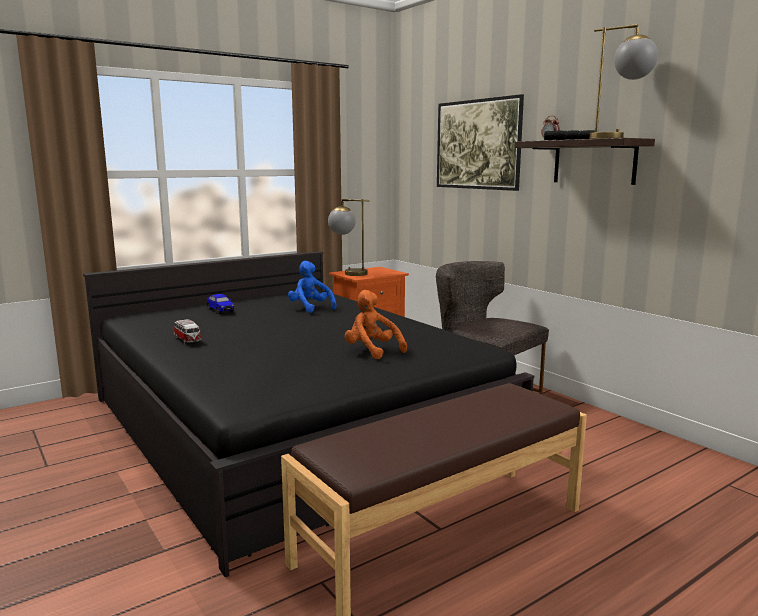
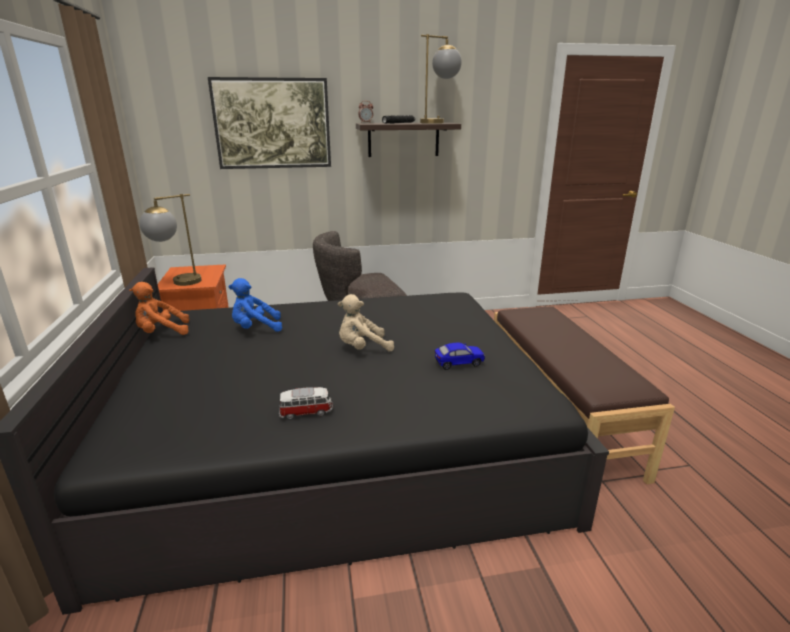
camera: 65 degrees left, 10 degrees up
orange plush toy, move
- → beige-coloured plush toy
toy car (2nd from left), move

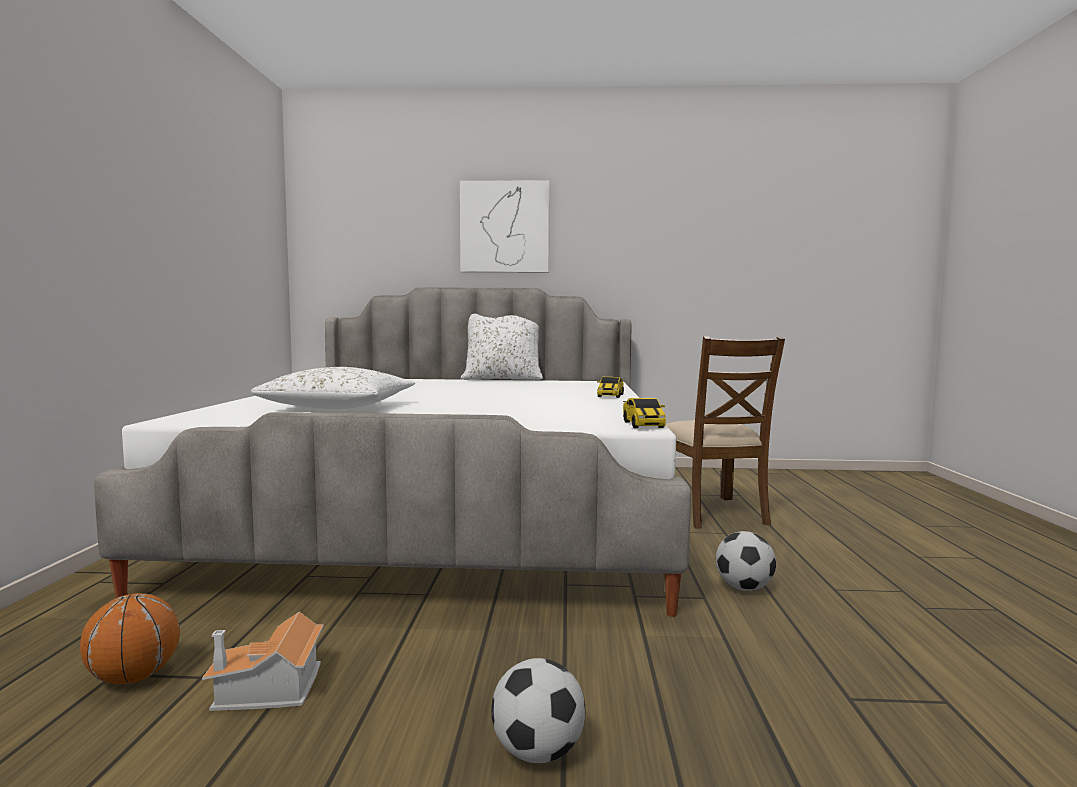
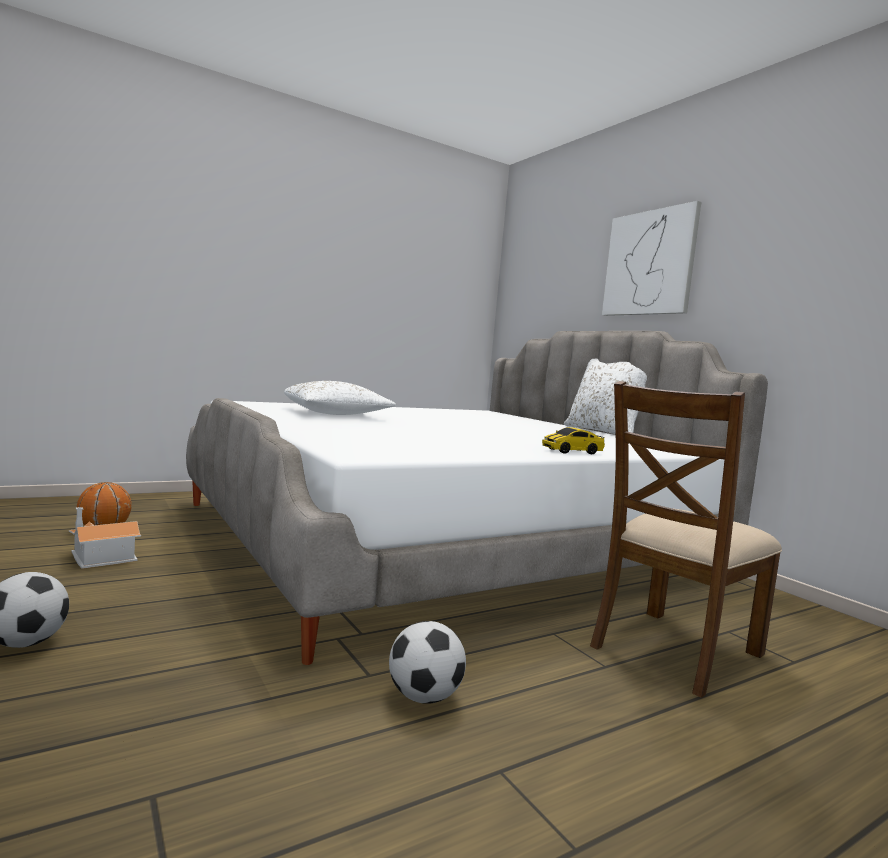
camera: 55 degrees right, 0 degrees up
toy car (2nd from left) → -

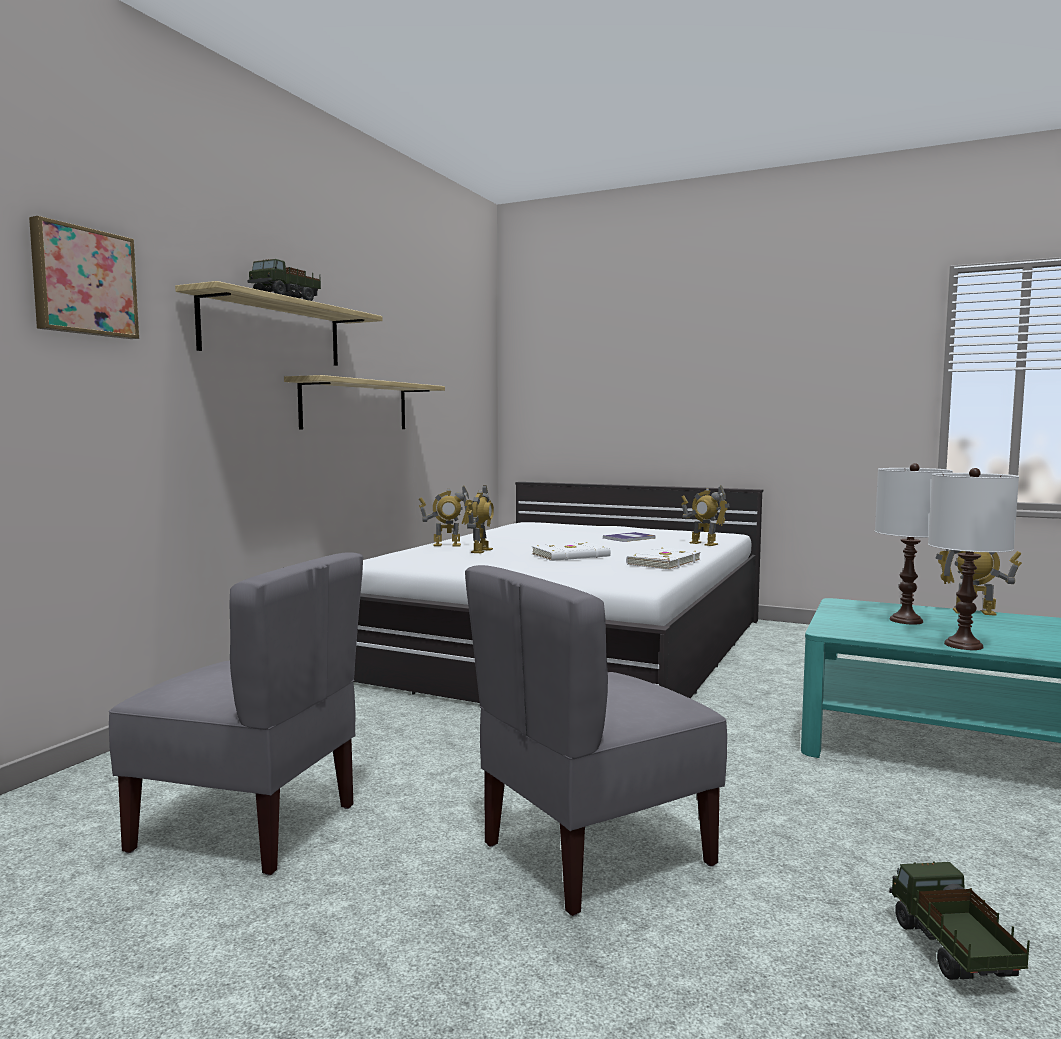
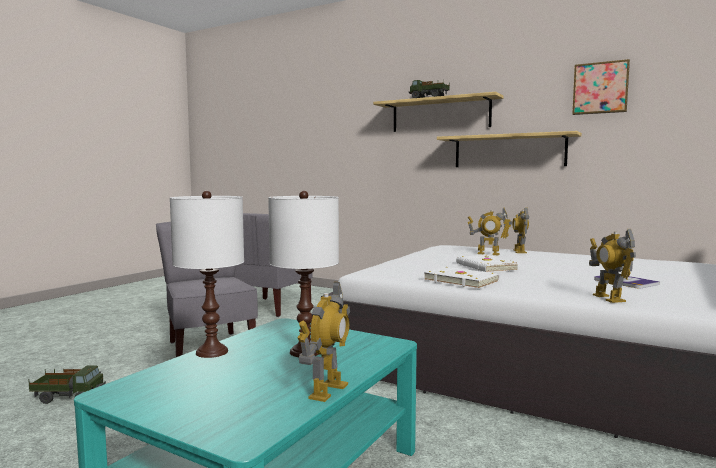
camera: 95 degrees right, 0 degrees up
wall picture, move
robot figure (3rd from left in the first image) → robot figure (4th from left), 60 degrees counterclockwise

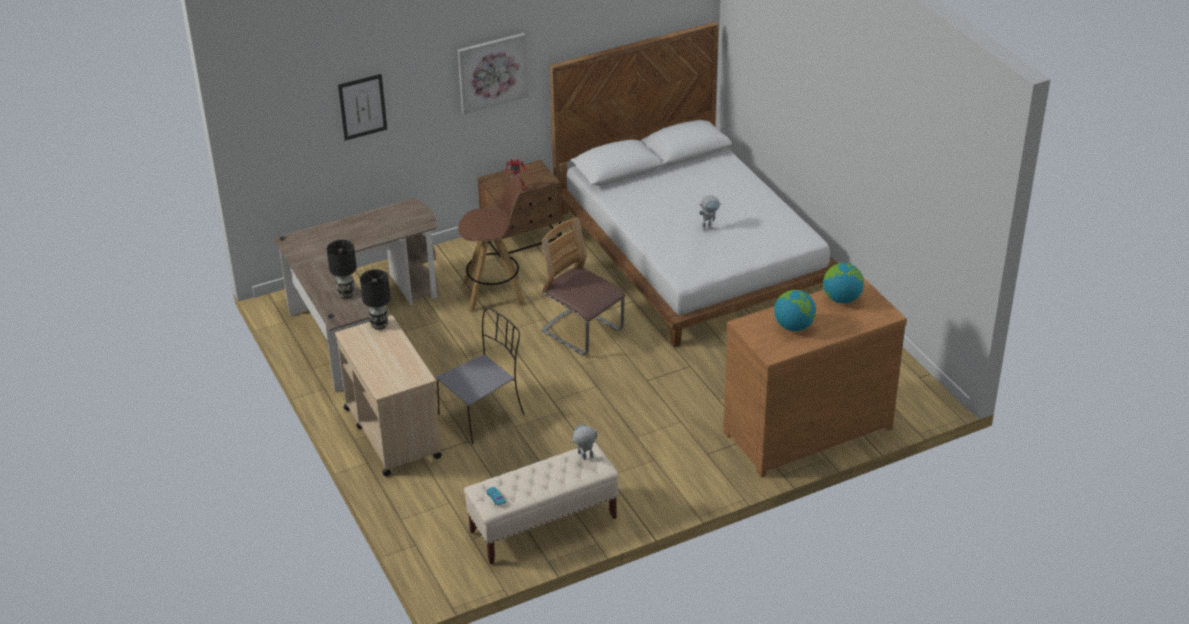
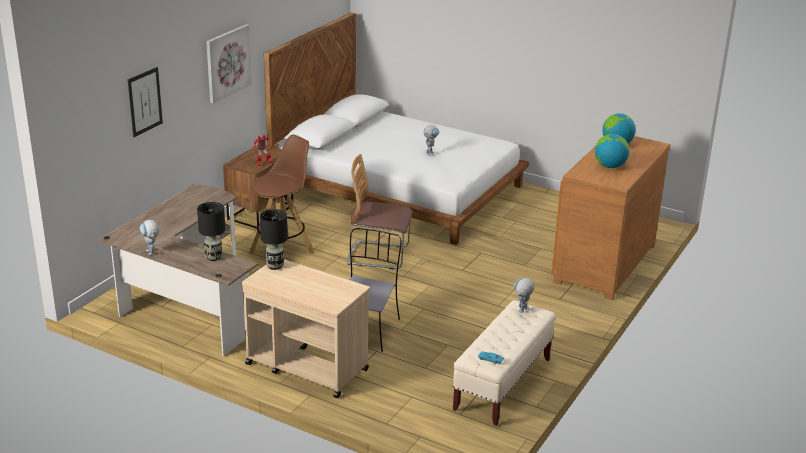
camera: 35 degrees left, 10 degrees down
- → robot figure (1st from left)

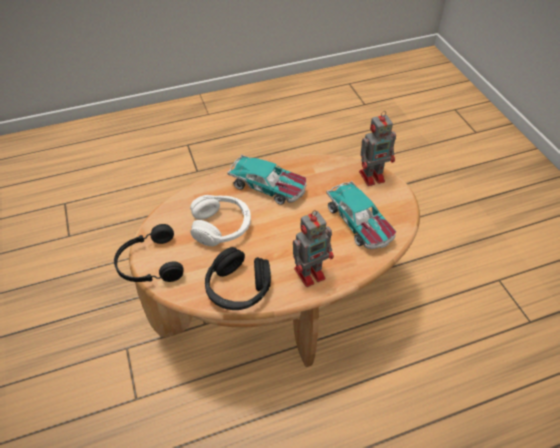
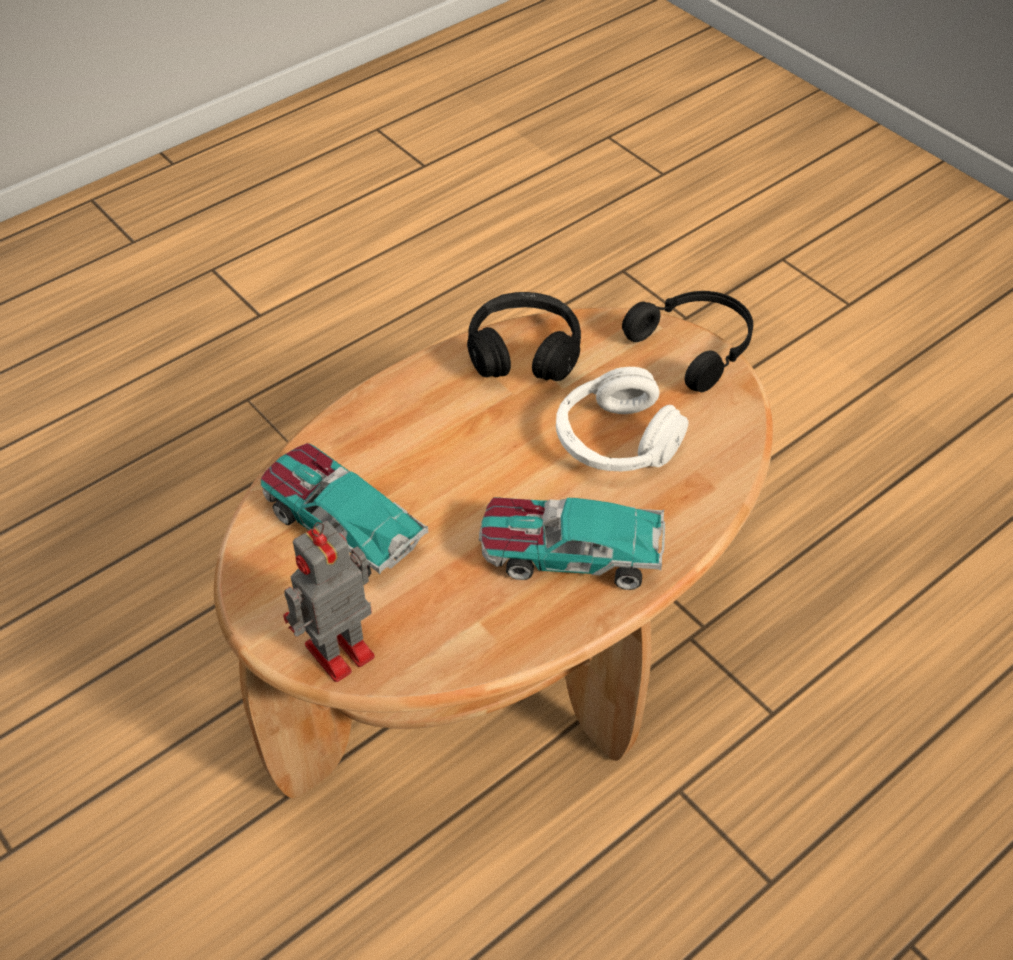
camera: 160 degrees right, 0 degrees up
robot figure (1st from left) → -

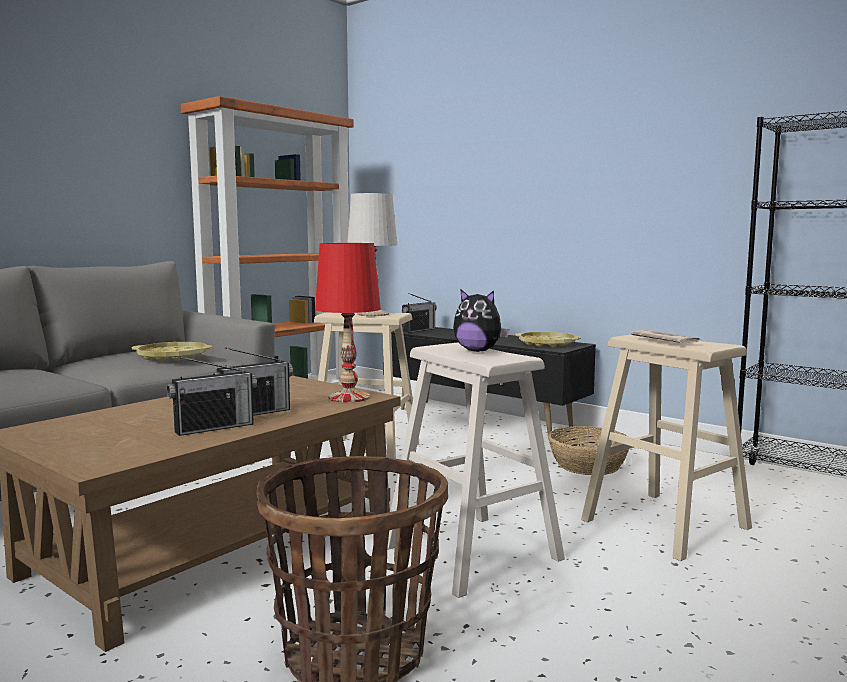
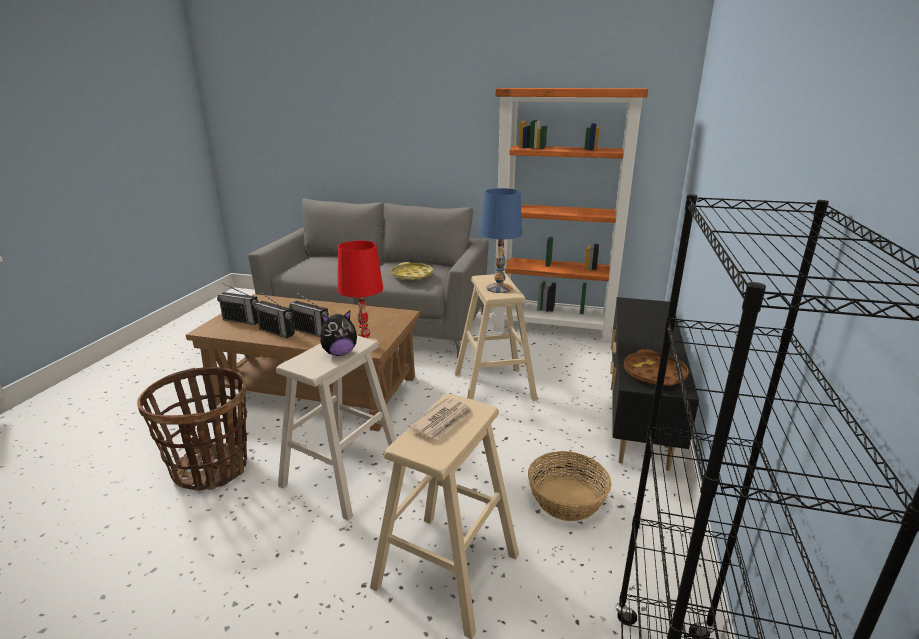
camera: 65 degrees right, 15 degrees up
radio receiver (3rd from left in the first image) → radio receiver (1st from left), move
plush toy, 120 degrees counterclockwise
white-coloured table lamp → blue table lamp
yellow tray (2nd from left) → brownish tray

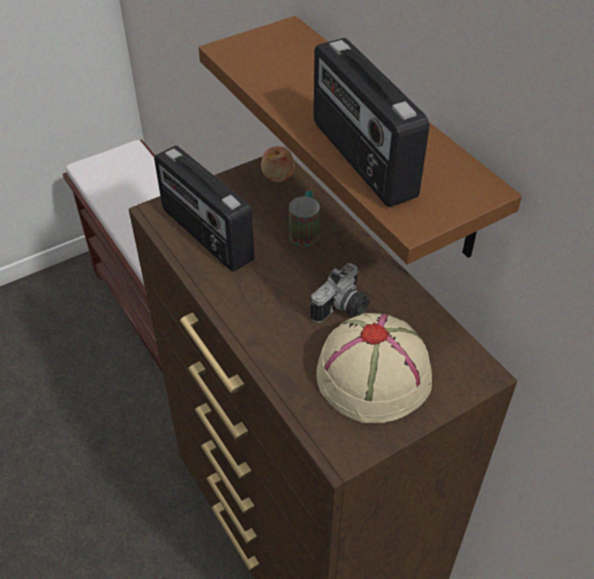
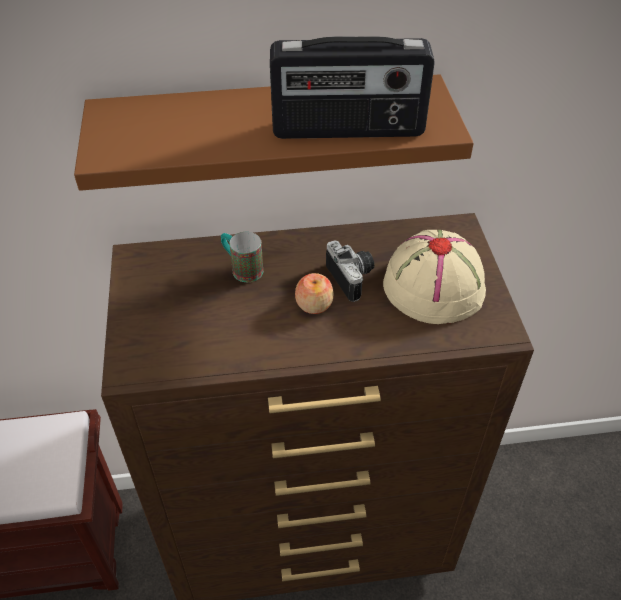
camera: 65 degrees left, 0 degrees up
apple, move
radio receiver (1st from left) → -

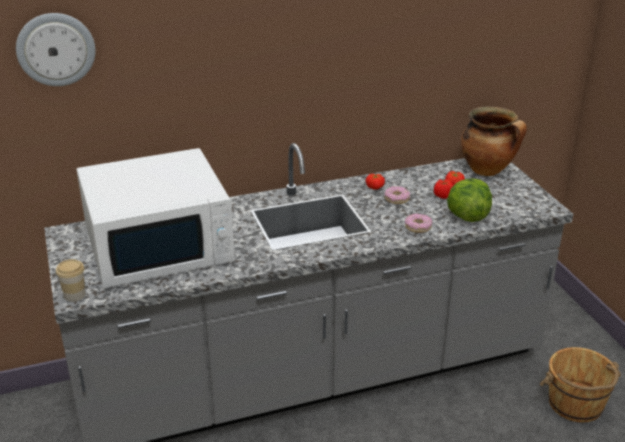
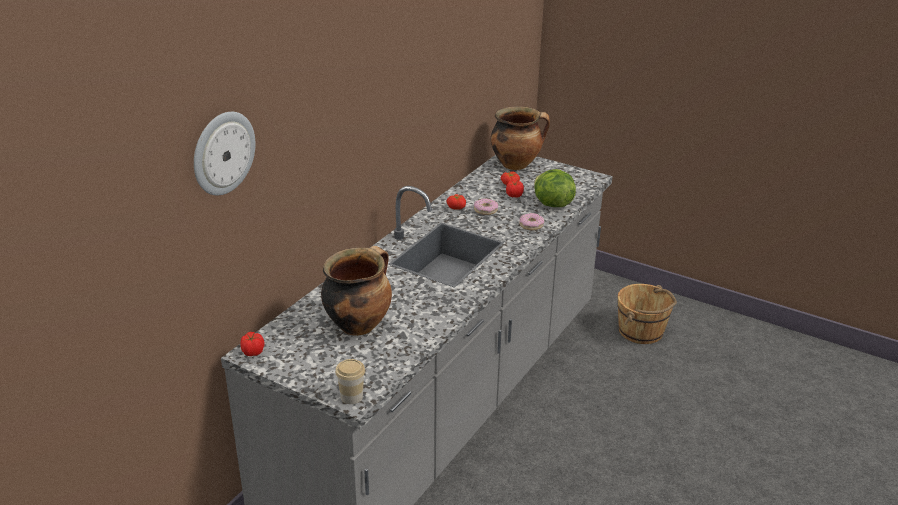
camera: 40 degrees left, 0 degrees up
- → tomato (1st from left)
white-coloured kitchen microwave → cooking pot (1st from left)

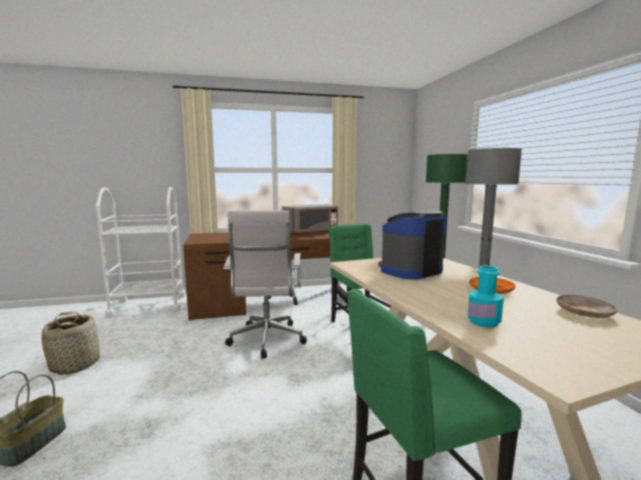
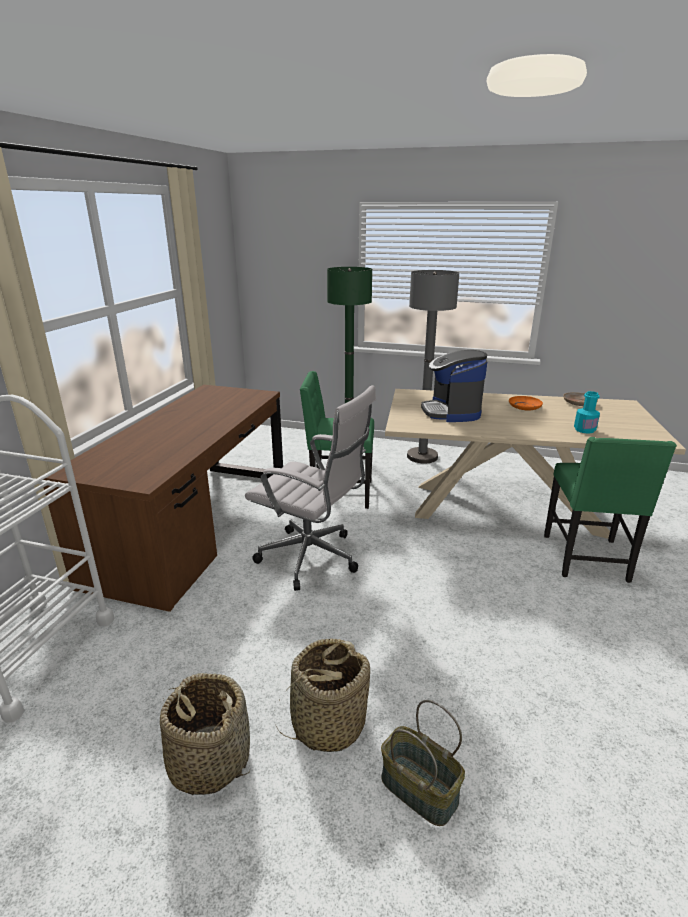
camera: 60 degrees left, 15 degrees up
- → basket (2nd from left)
grey kitchen microwave → -

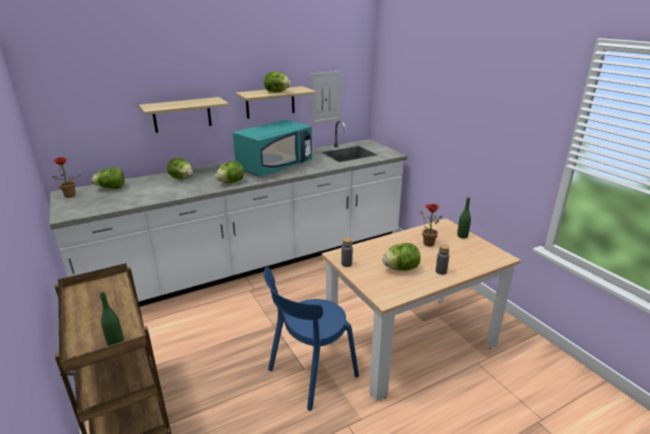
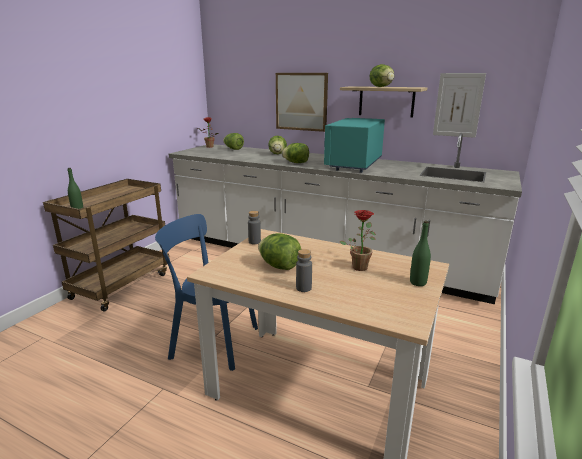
camera: 55 degrees right, 5 degrees down
shelf (1st from left) → wall picture (1st from left)
turquoise-coloured kitchen microwave, 105 degrees clockwise

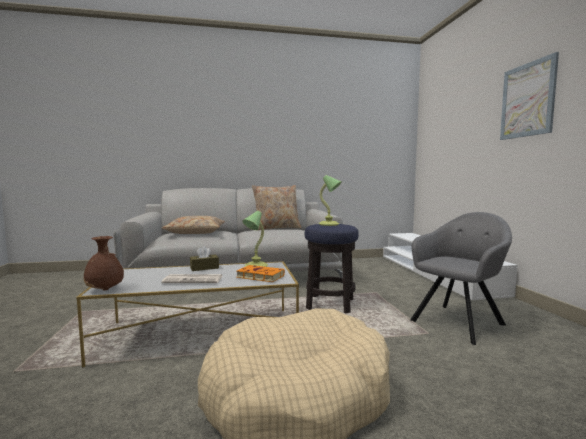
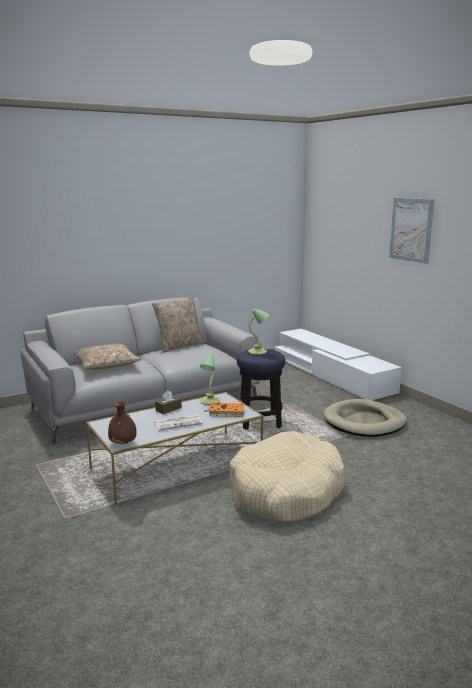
camera: 20 degrees left, 10 degrees up
grey lounge chair → beige-coloured dog cushion (2nd from left)

